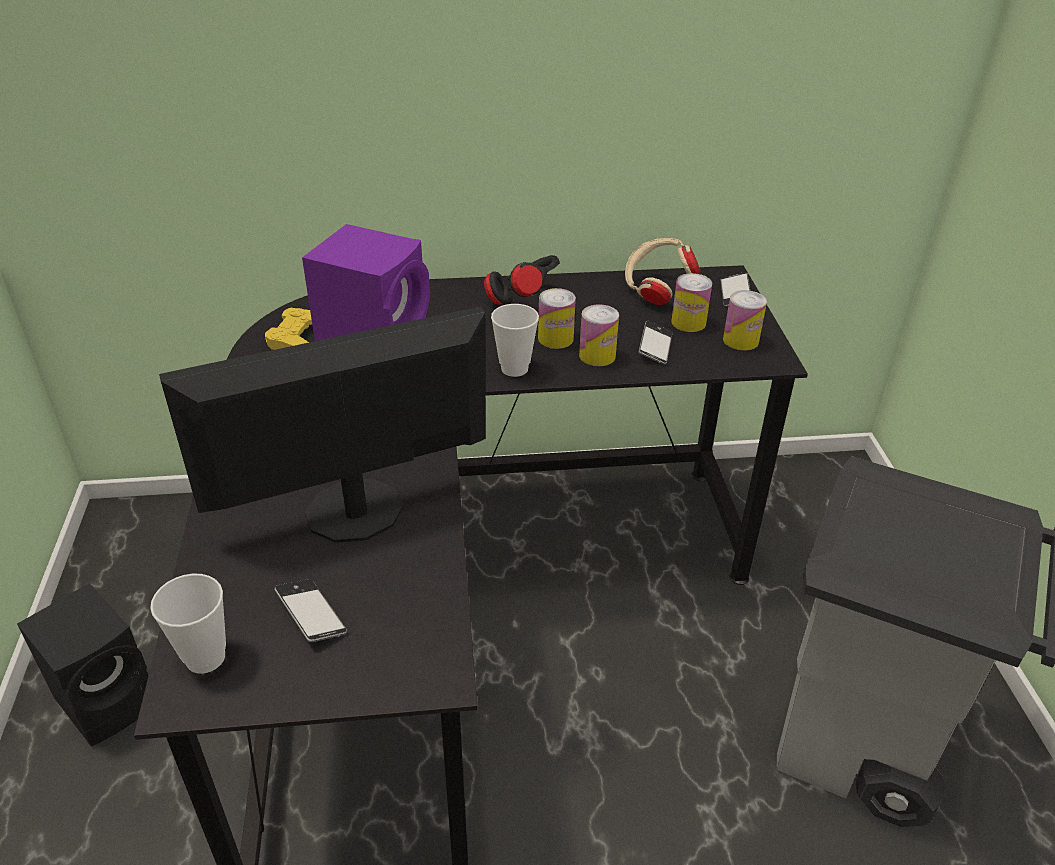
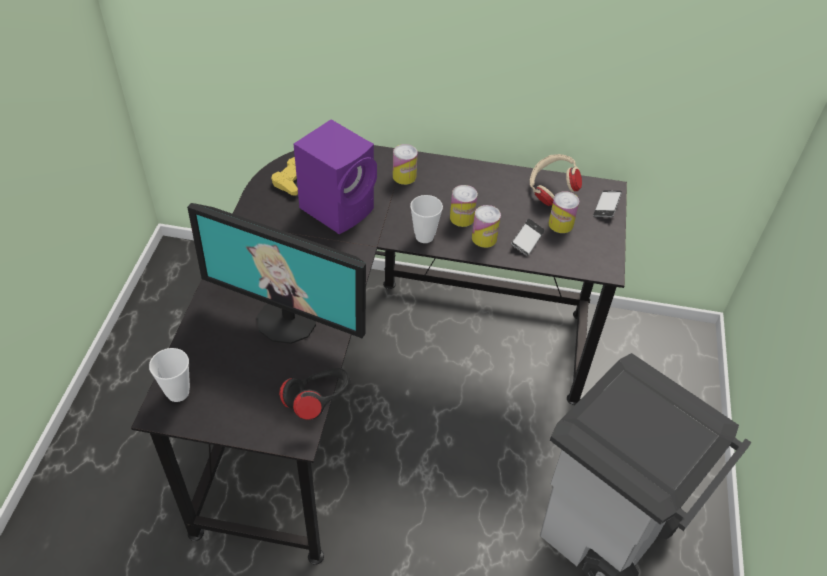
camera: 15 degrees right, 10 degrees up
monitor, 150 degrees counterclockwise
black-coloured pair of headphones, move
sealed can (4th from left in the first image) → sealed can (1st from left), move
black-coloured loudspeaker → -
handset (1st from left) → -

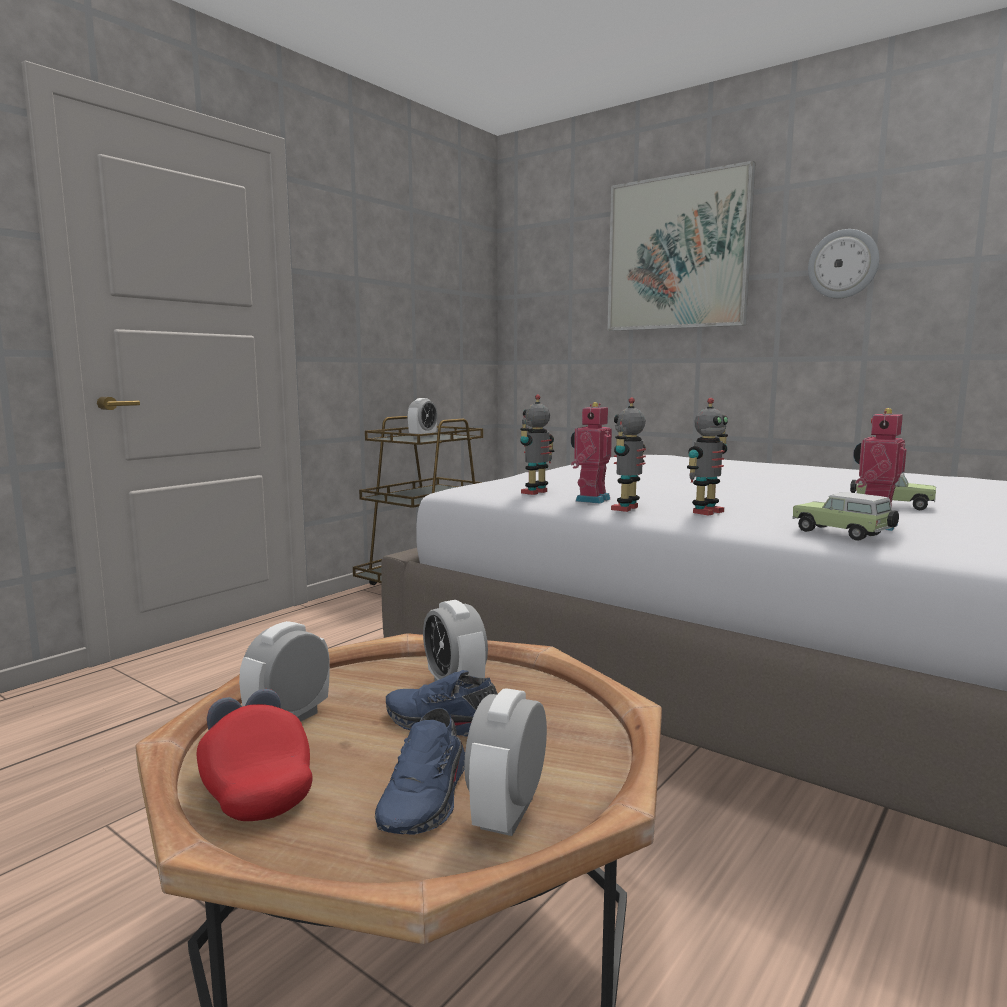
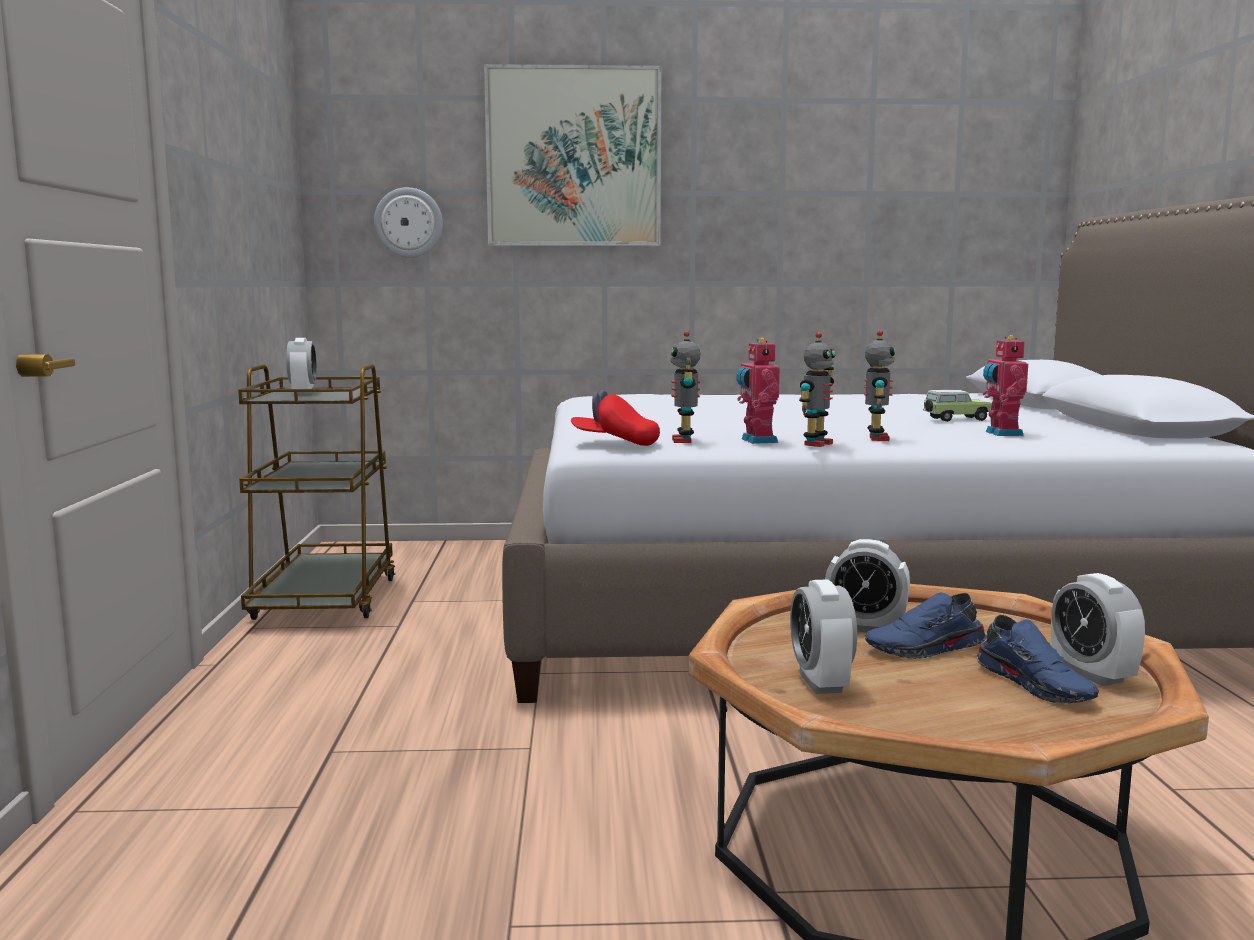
camera: 40 degrees left, 0 degrees up
clock on the wall, move
red-coloured cap, move
robot figure (3rd from left), 135 degrees counterclockwise
toy car (1st from left) → -

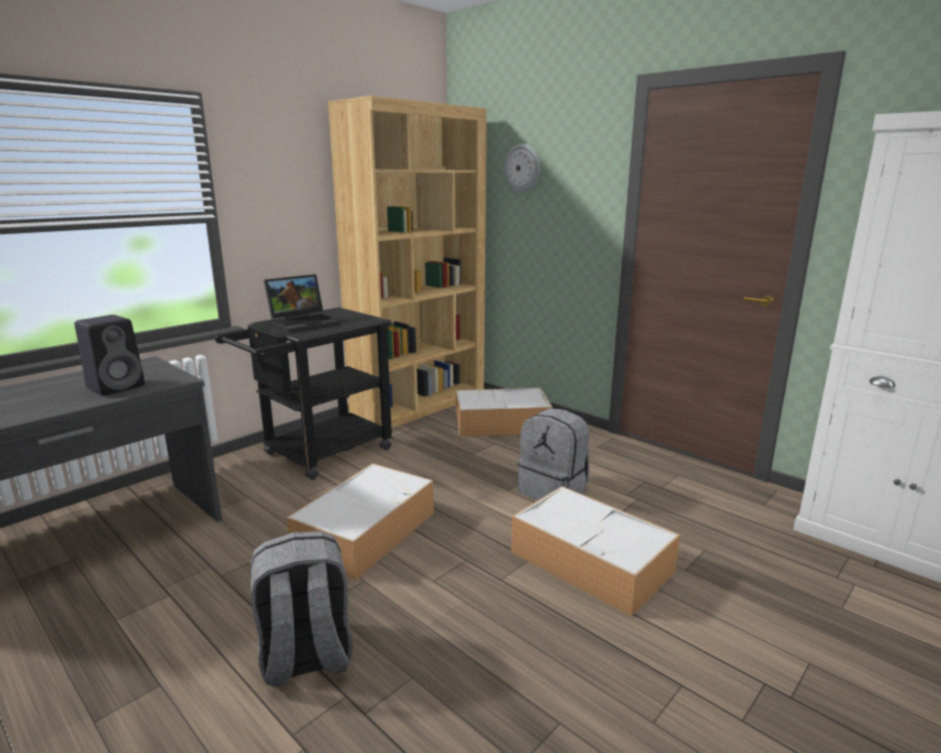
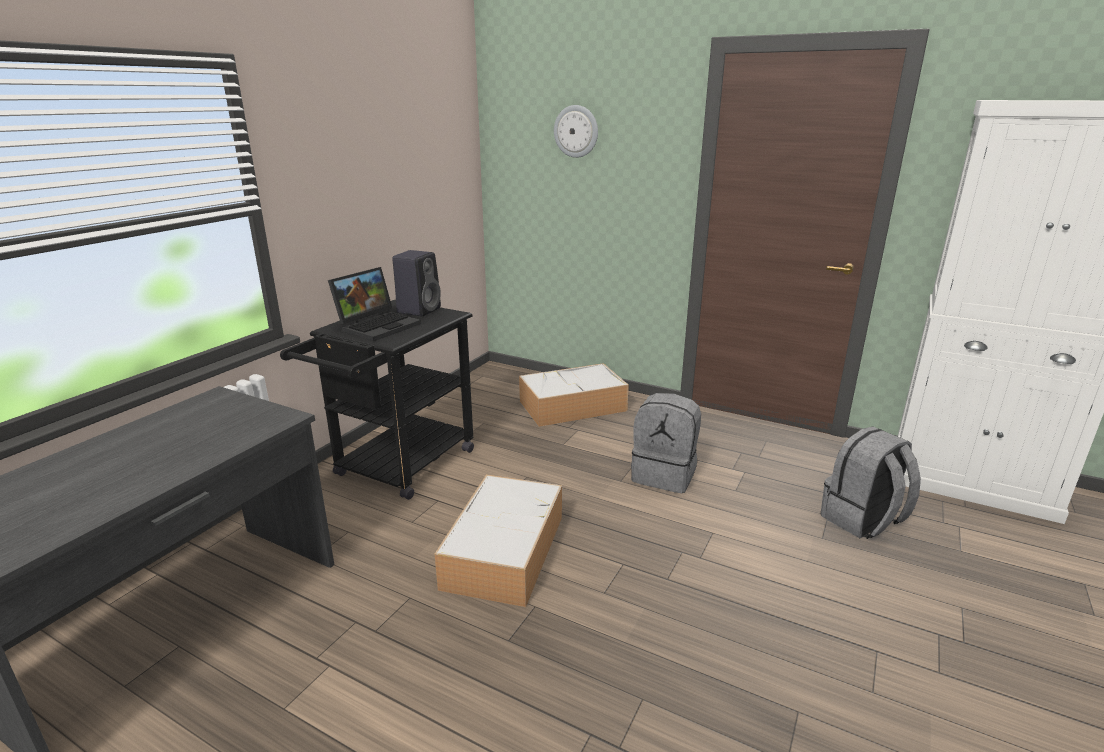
camera: 15 degrees left, 5 degrees up
black-coloured loudspeaker, move
grey rucksack (1st from left in the first image) → grey rucksack (2nd from left), move
brownish bookshelf → -
storage box (3rd from left) → -

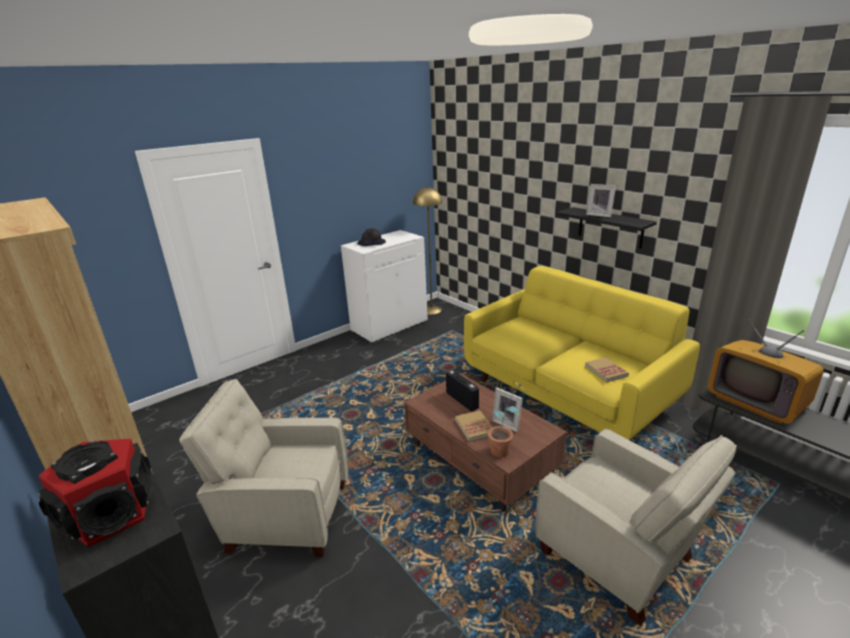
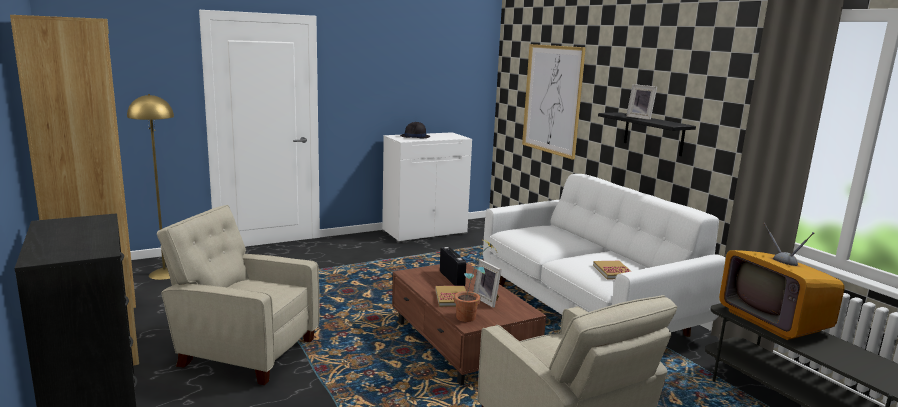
camera: 10 degrees right, 10 degrees down
yellow standing lamp, move
yellow settee → white-coloured settee
- → wall picture
loudspeaker → -

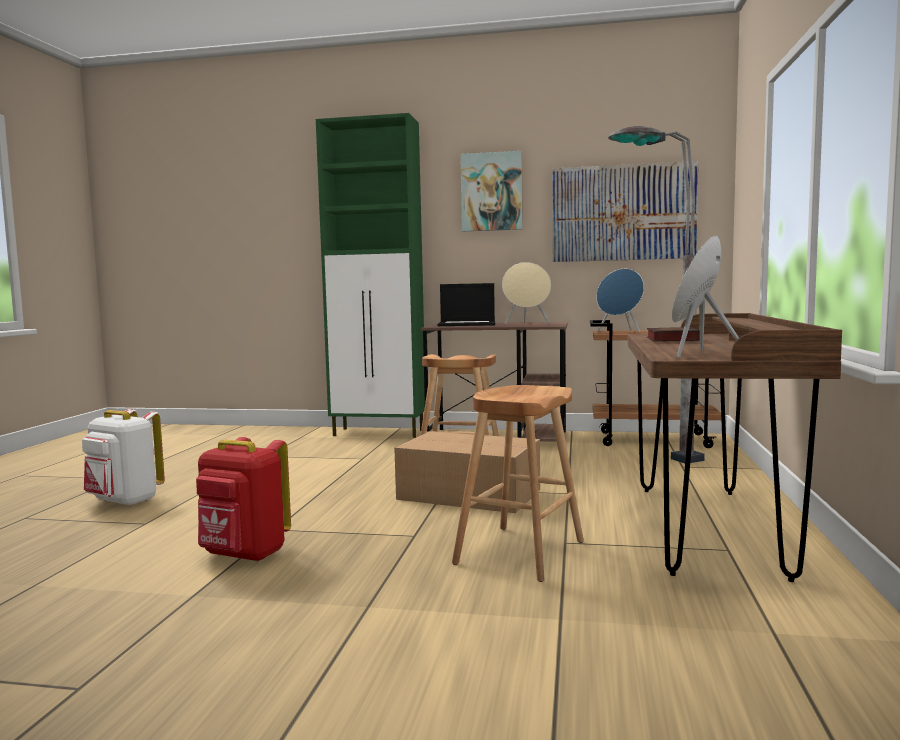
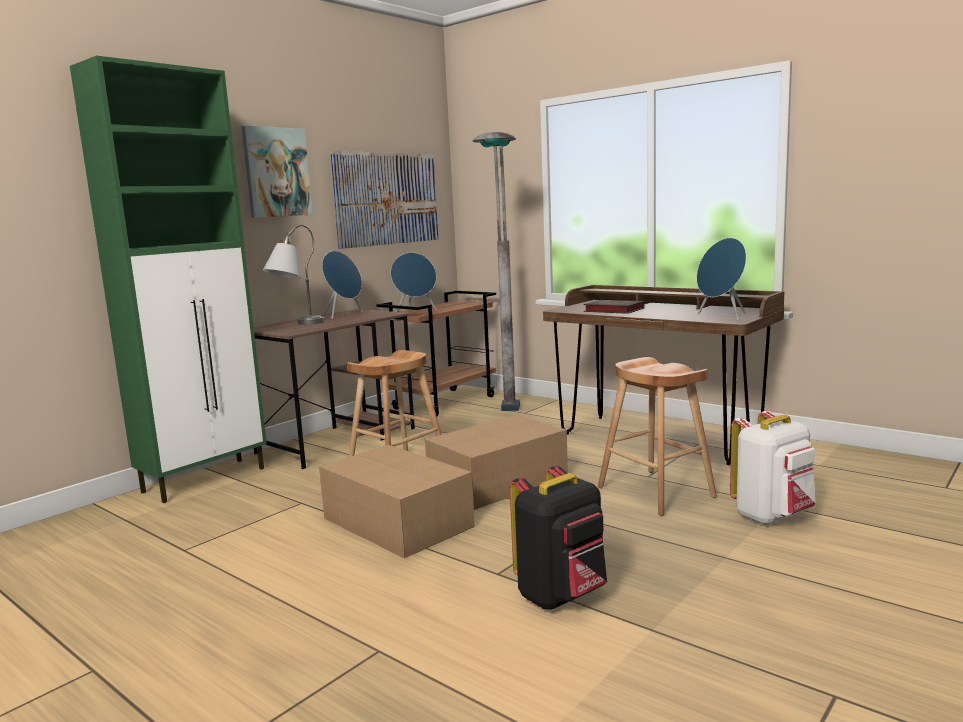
camera: 60 degrees left, 5 degrees up
laptop → grey table lamp
- → cardboard box (1st from left)
beige-coloured loudspeaker → blue loudspeaker (1st from left)
red-coloured rucksack → black-coloured rucksack
white-coloured rucksack, move

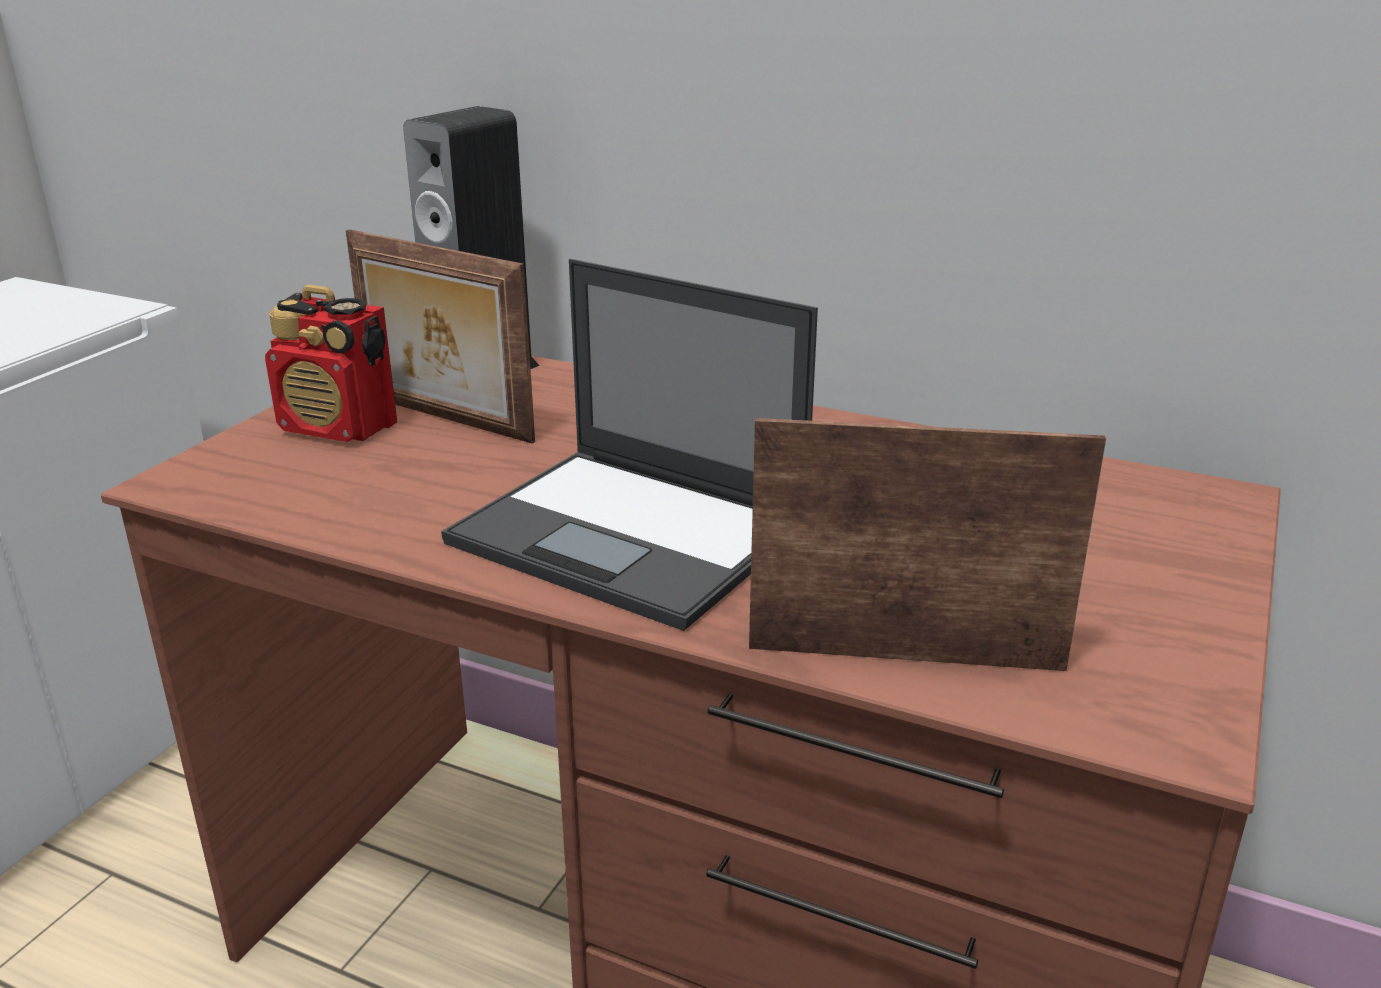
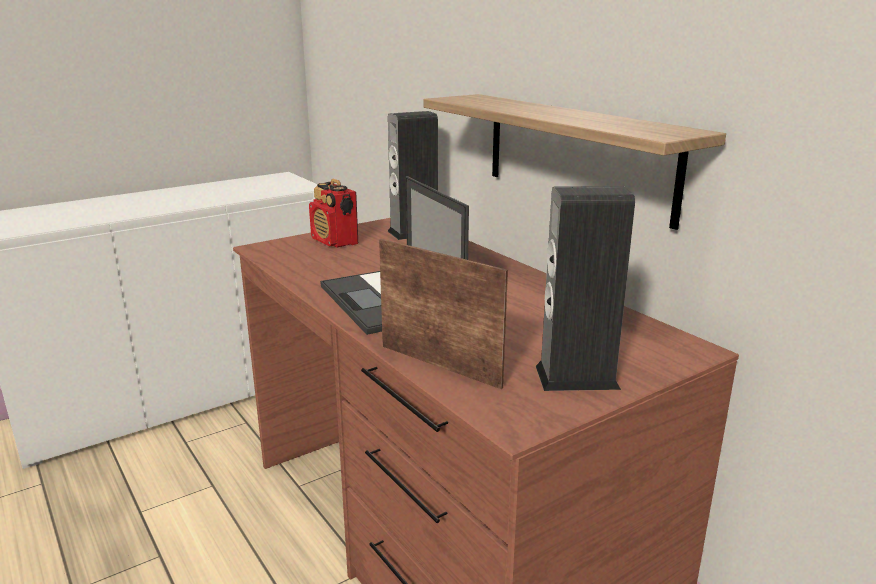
camera: 30 degrees right, 5 degrees down
- → shelf
- → loudspeaker (2nd from left)
standing frame (1st from left) → -

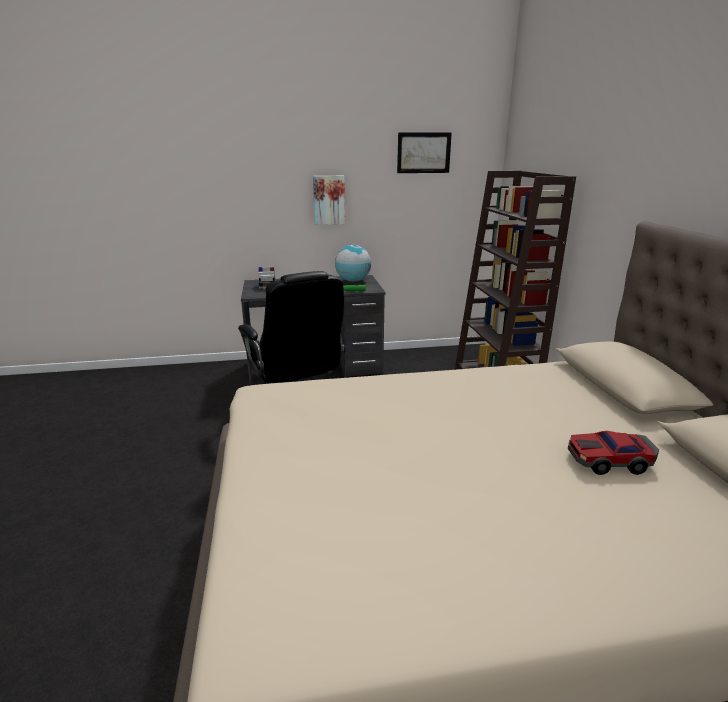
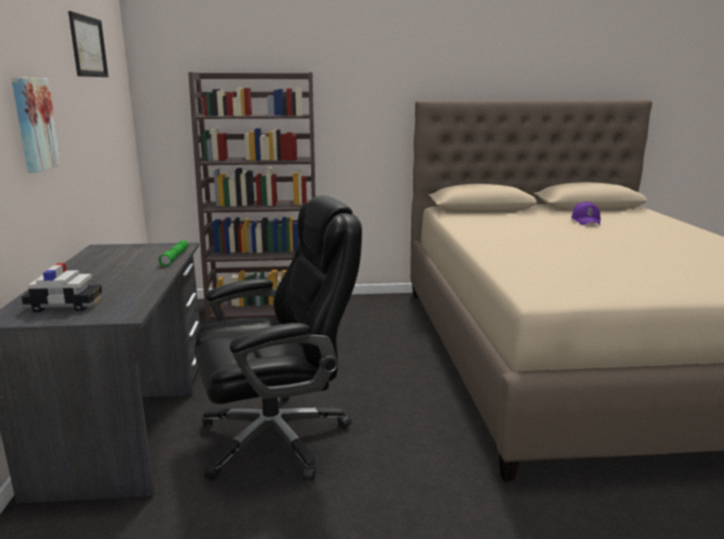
camera: 85 degrees left, 5 degrees down
toy car (2nd from left) → purple-coloured cap
globe → -

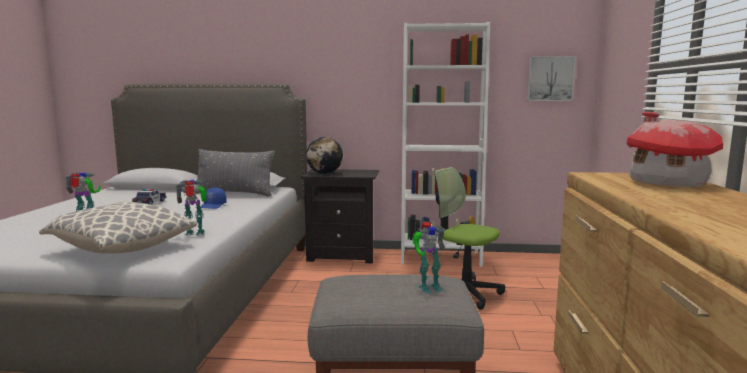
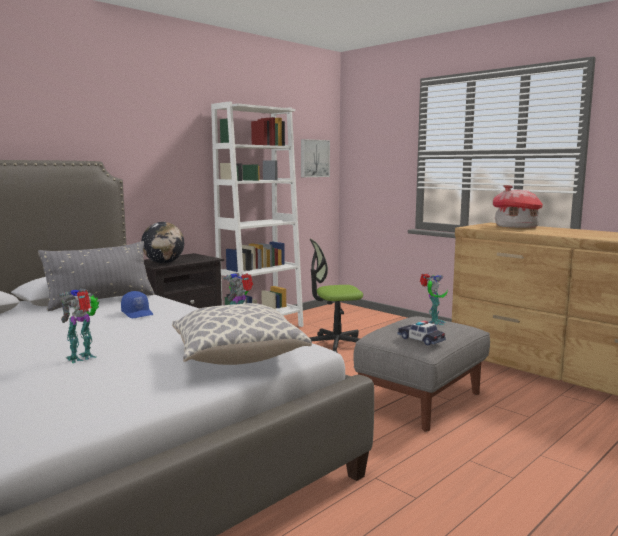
camera: 50 degrees left, 0 degrees up
toy car, move

